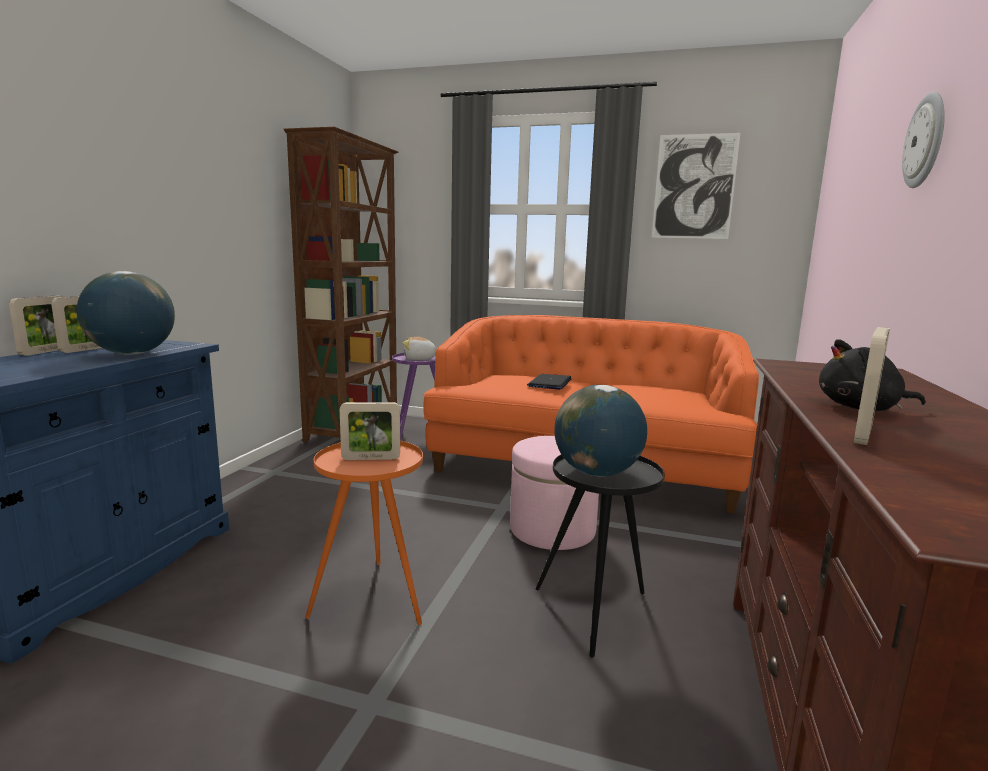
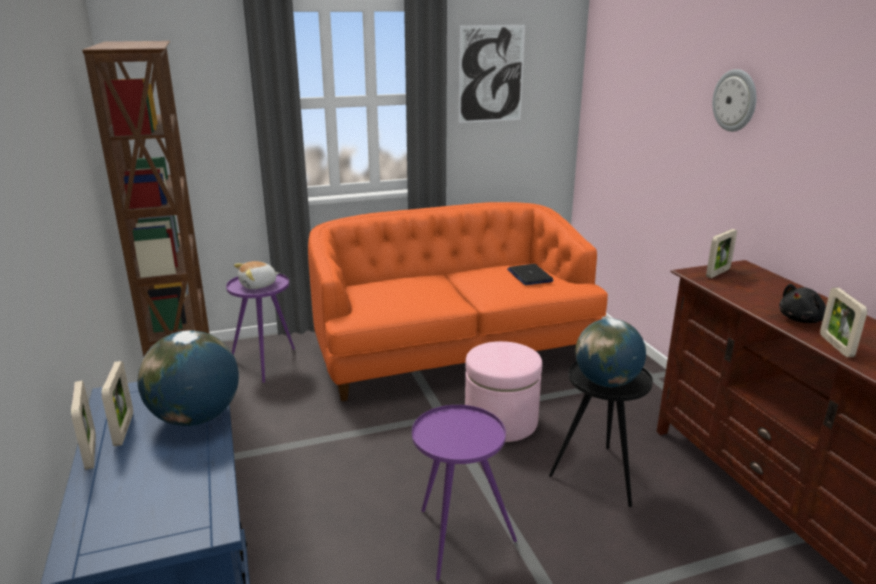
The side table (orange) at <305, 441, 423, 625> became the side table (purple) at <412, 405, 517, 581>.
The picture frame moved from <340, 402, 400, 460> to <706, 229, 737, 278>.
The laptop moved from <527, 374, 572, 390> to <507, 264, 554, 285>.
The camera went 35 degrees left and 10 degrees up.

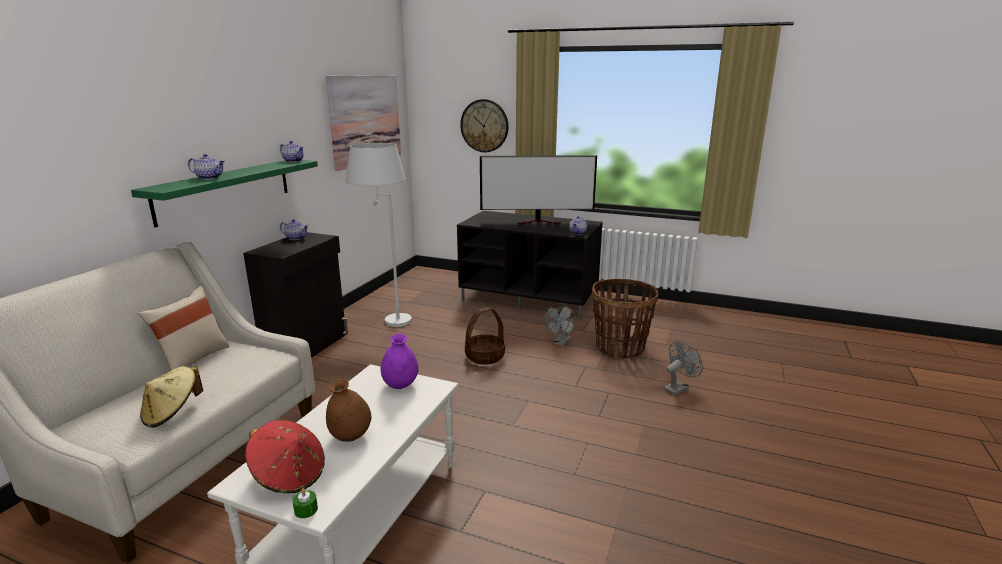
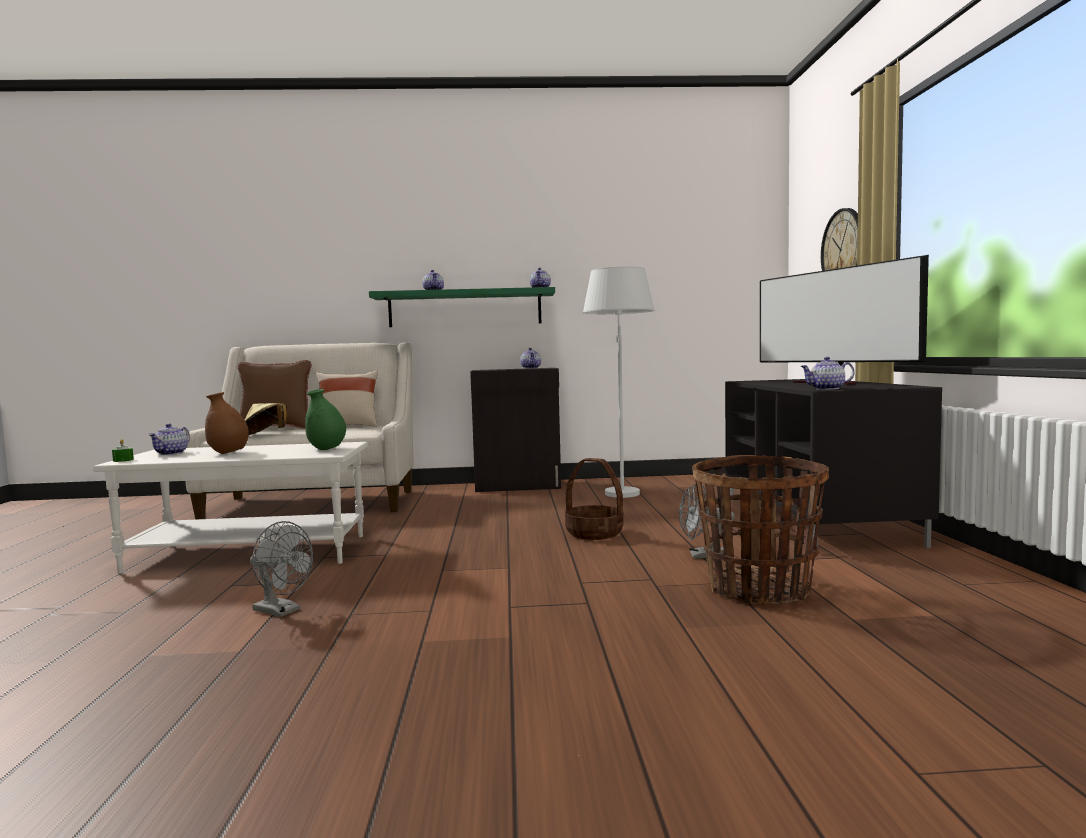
The hat (red) at <245, 420, 325, 493> was replaced by the teapot at <149, 424, 190, 455>.
The picture at <325, 75, 401, 171> disappeared.
The vase (purple) at <381, 334, 418, 389> became the vase (green) at <305, 389, 346, 450>.
The fan (grey) moved from <664, 341, 703, 395> to <250, 521, 313, 617>.
The pillow (brown) at <238, 360, 312, 429> appeared.
The camera went 65 degrees right and 15 degrees down.

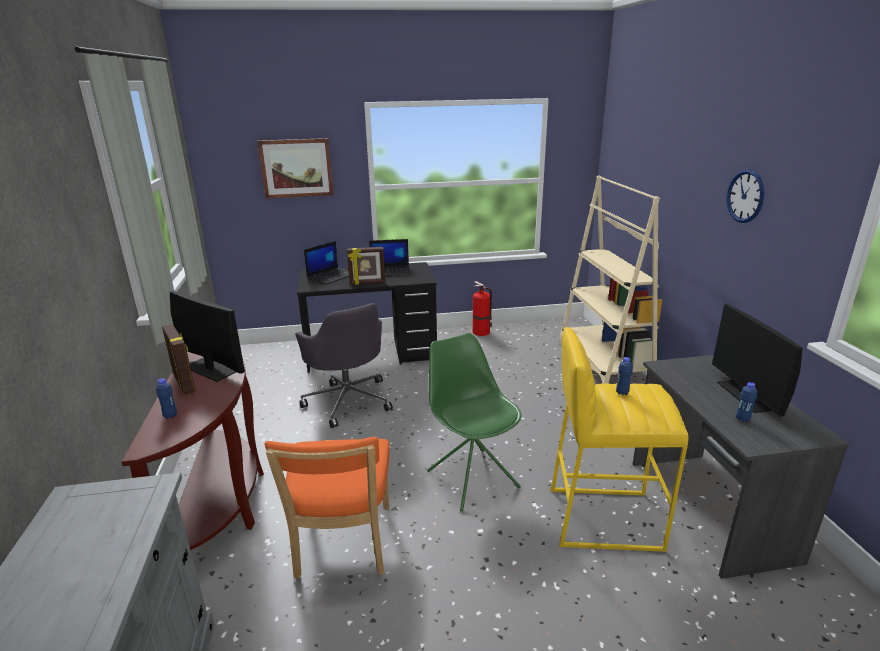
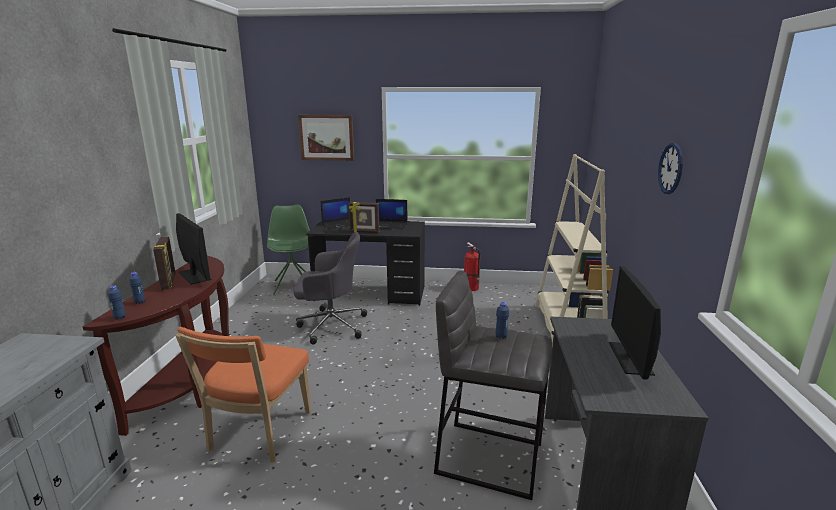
The office chair (grey) at <295, 303, 393, 428> turned 75 degrees counterclockwise.
The chair (green) moved from <427, 333, 521, 511> to <267, 204, 310, 295>.
The stool (yellow) at <551, 327, 689, 552> became the stool (grey) at <434, 271, 552, 500>.
The bottle (blue) moved from <736, 382, 757, 422> to <108, 285, 126, 320>.
The camera went 15 degrees right and 5 degrees down.

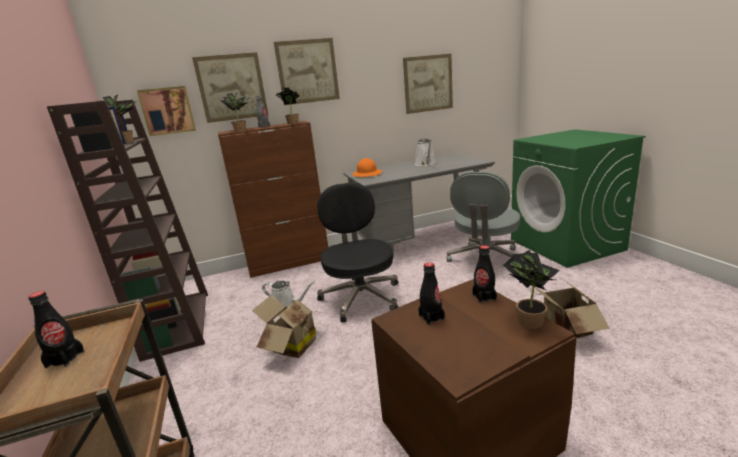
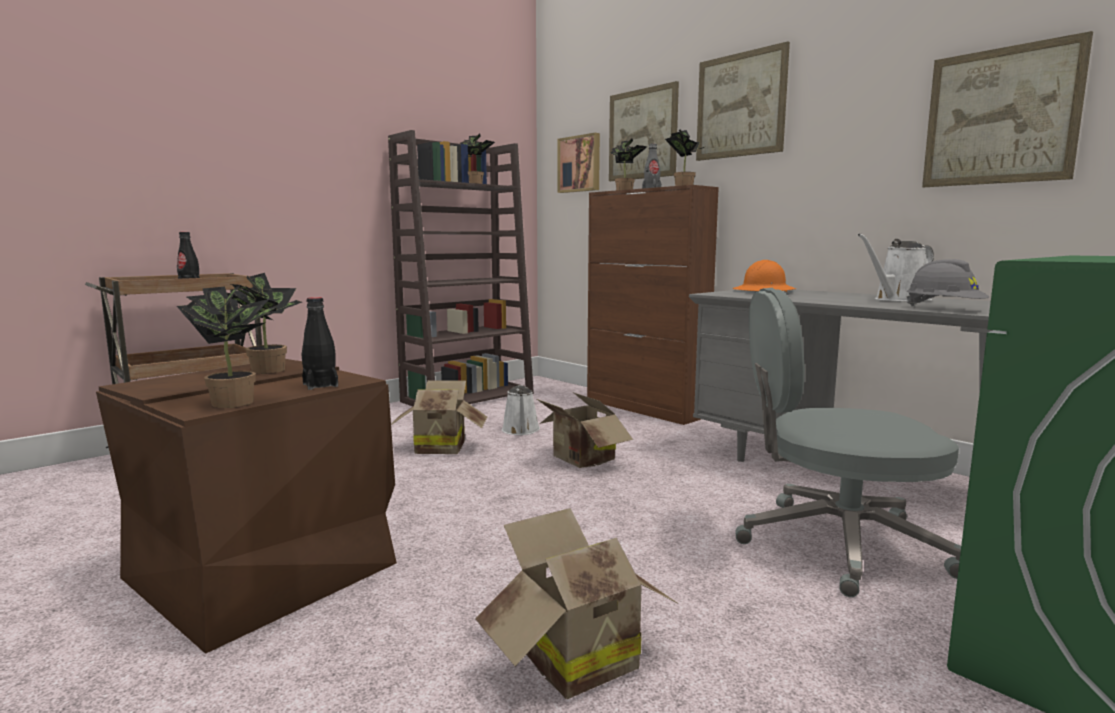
The office chair (black) at <317, 183, 398, 323> was replaced by the cardboard box at <537, 392, 633, 468>.
The bottle (black) at <418, 262, 445, 325> was replaced by the potted plant at <227, 273, 302, 374>.
The hard hat (grey) at <907, 259, 989, 306> appeared.
The camera went 65 degrees right and 10 degrees down.

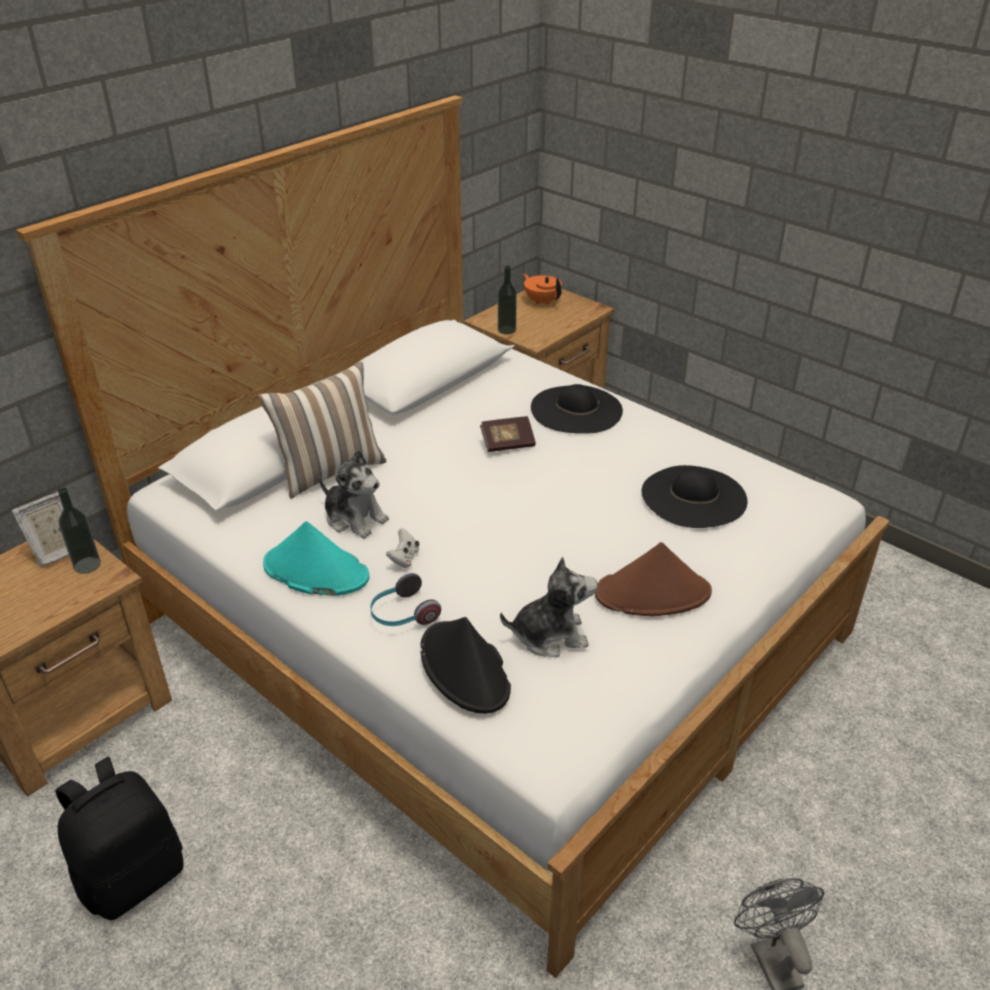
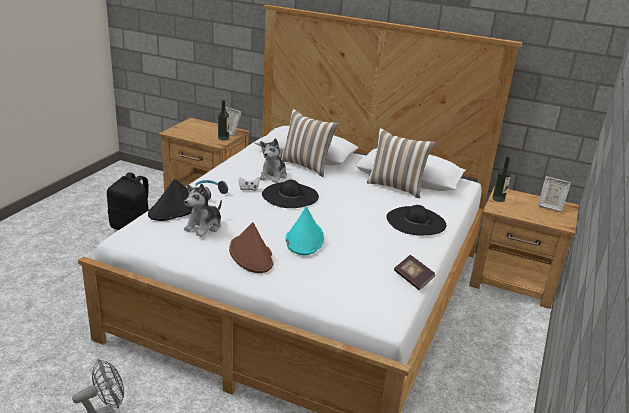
The hat (turquoise) moved from <263, 521, 369, 596> to <285, 207, 324, 255>.
The book moved from <480, 416, 536, 452> to <394, 255, 435, 290>.
The plush toy at <500, 557, 598, 658> turned 60 degrees clockwise.
The teapot (orange) at <523, 274, 562, 305> was replaced by the picture frame at <538, 176, 571, 212>.
The hat (black) moved from <641, 465, 747, 528> to <262, 180, 319, 208>.
The pillow at <367, 128, 436, 198> appeared.
The camera went 70 degrees right and 10 degrees down.

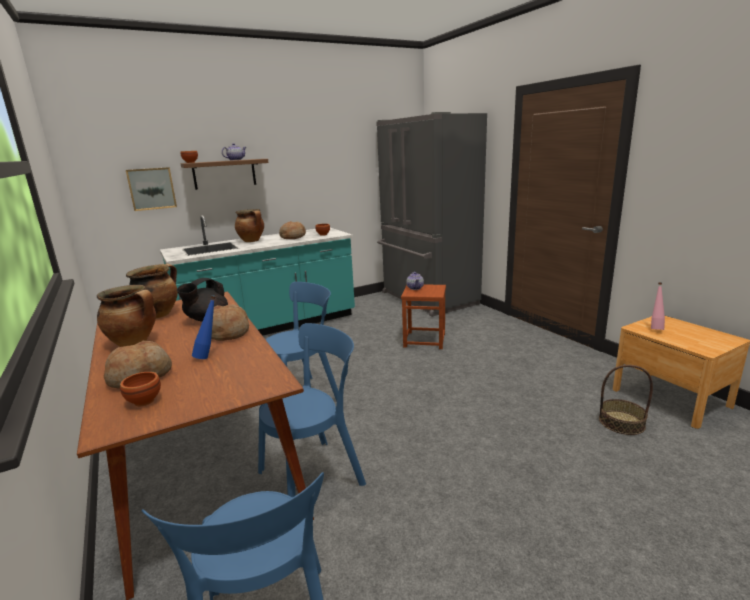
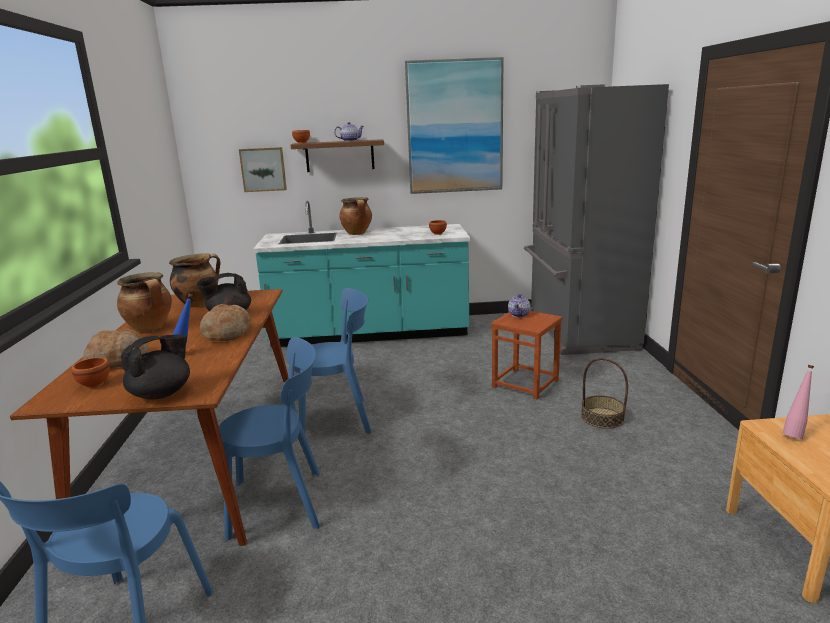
The bread at <279, 221, 306, 239> disappeared.
The basket moved from <599, 365, 653, 435> to <581, 358, 628, 429>.
The teapot (black) at <121, 334, 190, 400> appeared.
The picture at <405, 57, 504, 194> appeared.
The camera went 25 degrees right and 0 degrees up.

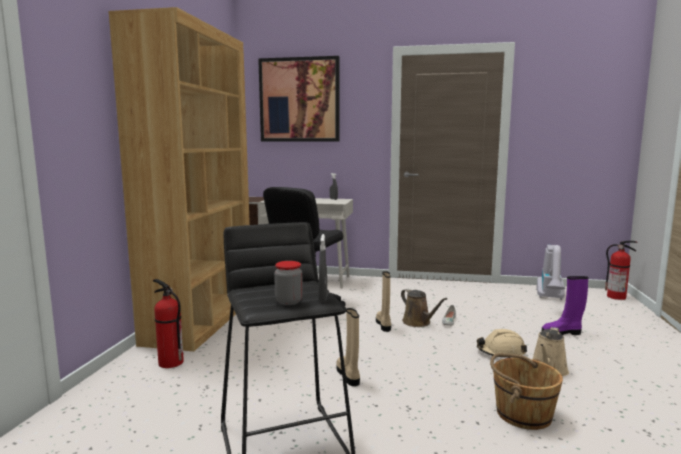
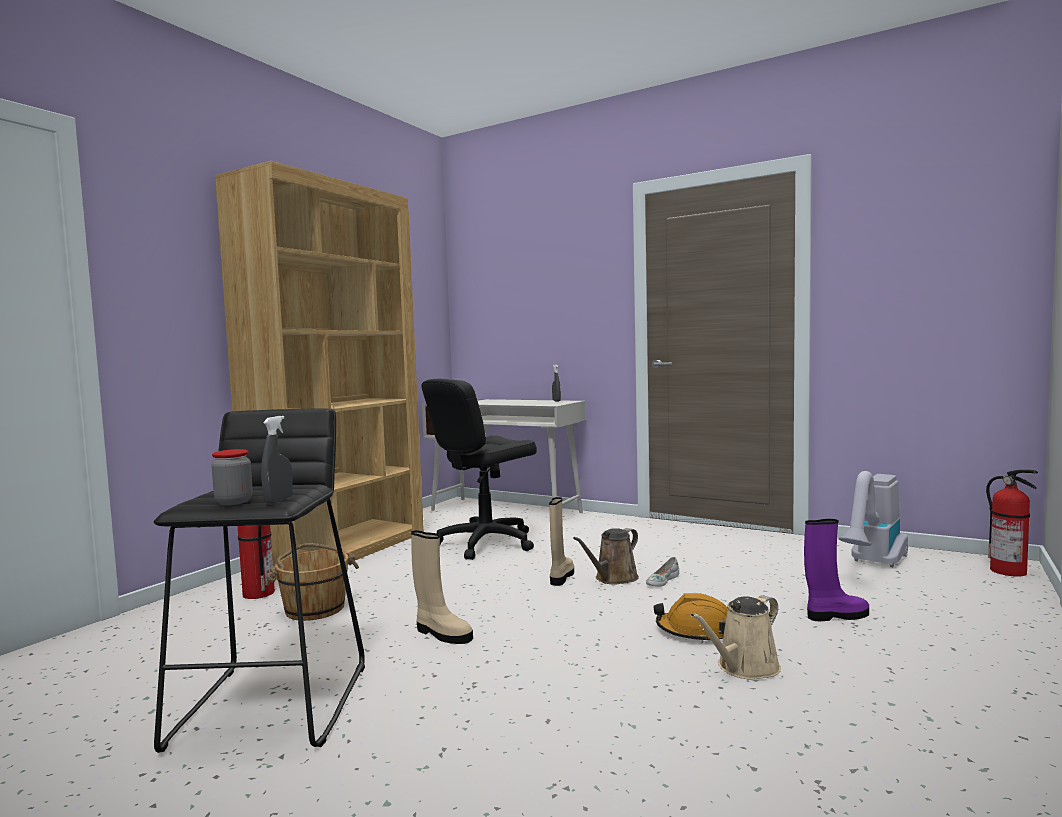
The picture at <258, 56, 339, 141> disappeared.
The boot (beige) at <336, 308, 360, 386> turned 120 degrees clockwise.
The watering can (brown) at <401, 289, 448, 327> turned 60 degrees clockwise.
The hard hat (beige) at <477, 329, 527, 358> became the hard hat (orange) at <653, 593, 728, 643>.
The bucket (brown) moved from <490, 353, 563, 430> to <265, 543, 359, 621>.
The boot (purple) at <542, 276, 588, 335> turned 150 degrees clockwise.
The camera went 20 degrees right and 5 degrees down.

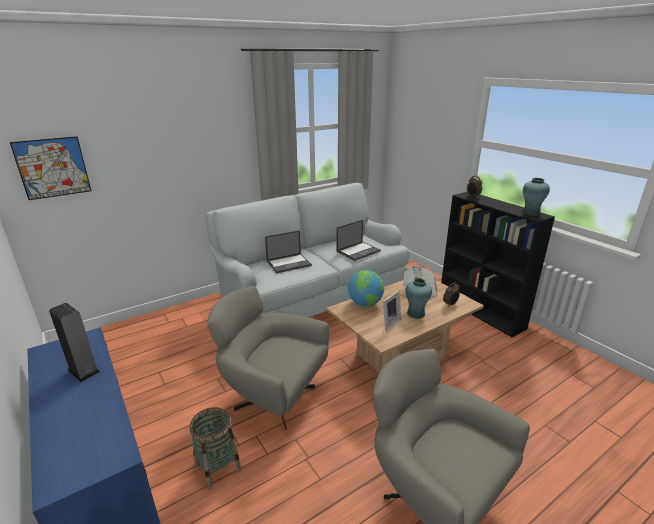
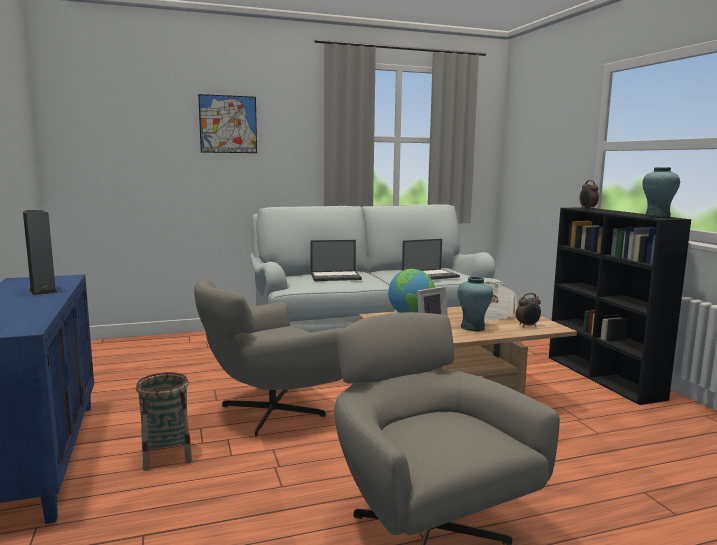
The picture moved from <10, 136, 91, 200> to <198, 94, 257, 153>.
The armchair (grey) at <208, 286, 329, 430> turned 75 degrees counterclockwise.
The camera went 15 degrees right and 15 degrees down.

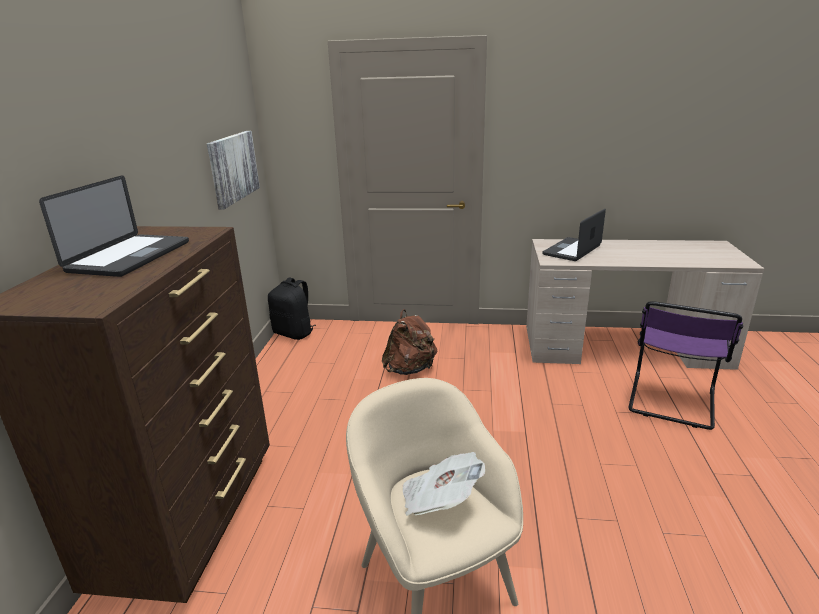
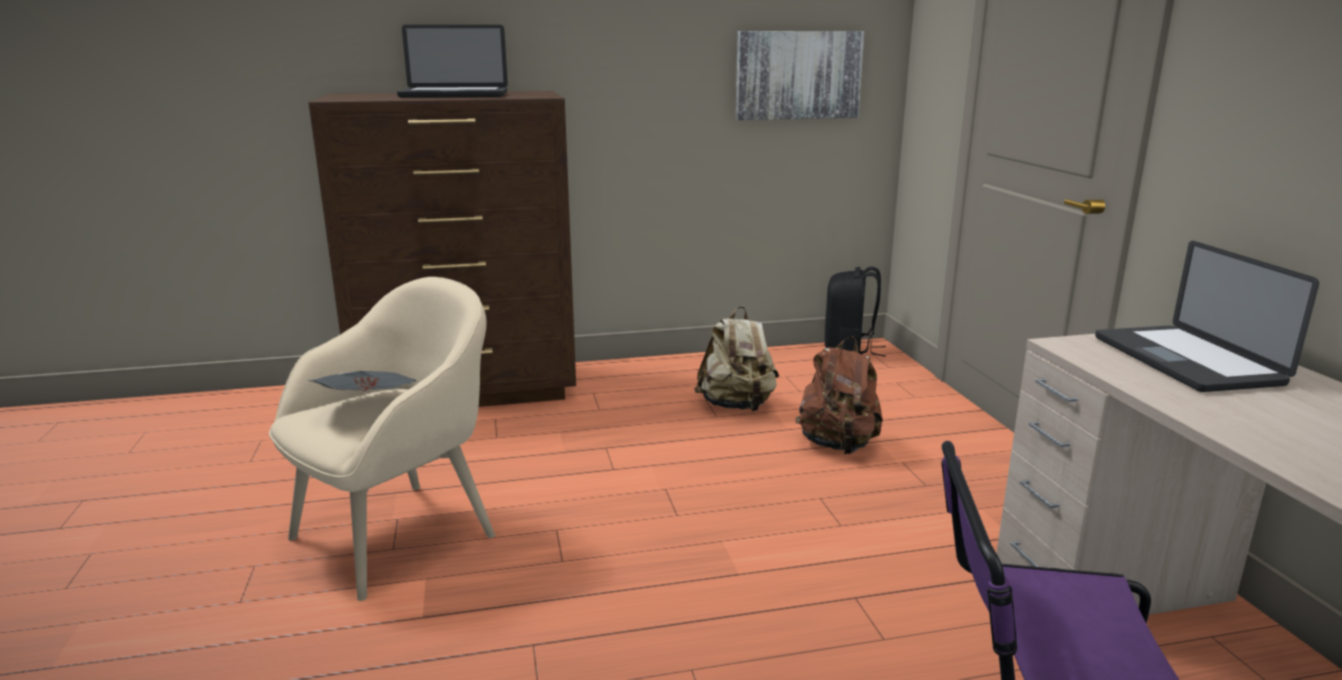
The laptop at <543, 209, 606, 261> turned 120 degrees counterclockwise.
The backpack (beige) at <694, 306, 779, 411> appeared.
The camera went 70 degrees right and 5 degrees down.

